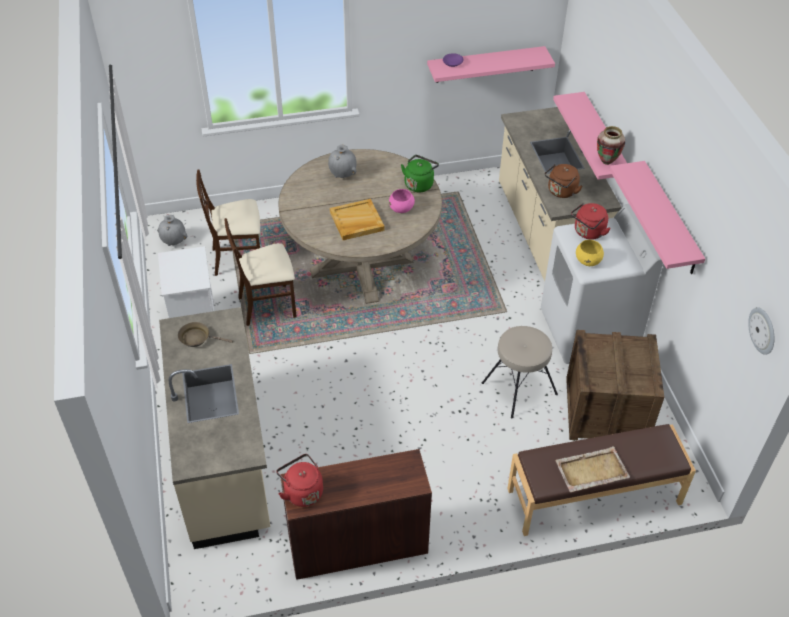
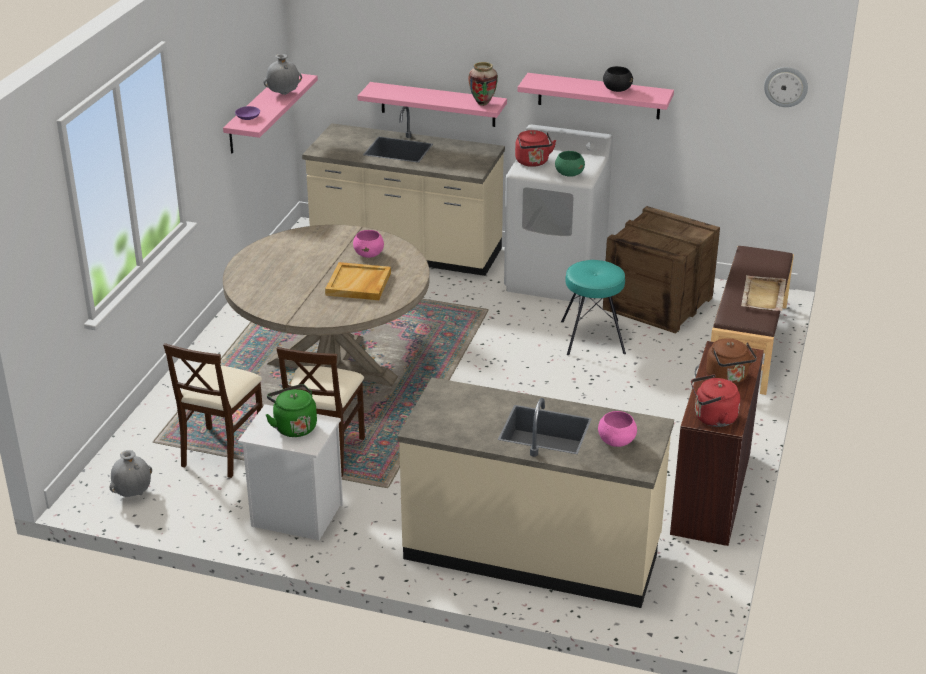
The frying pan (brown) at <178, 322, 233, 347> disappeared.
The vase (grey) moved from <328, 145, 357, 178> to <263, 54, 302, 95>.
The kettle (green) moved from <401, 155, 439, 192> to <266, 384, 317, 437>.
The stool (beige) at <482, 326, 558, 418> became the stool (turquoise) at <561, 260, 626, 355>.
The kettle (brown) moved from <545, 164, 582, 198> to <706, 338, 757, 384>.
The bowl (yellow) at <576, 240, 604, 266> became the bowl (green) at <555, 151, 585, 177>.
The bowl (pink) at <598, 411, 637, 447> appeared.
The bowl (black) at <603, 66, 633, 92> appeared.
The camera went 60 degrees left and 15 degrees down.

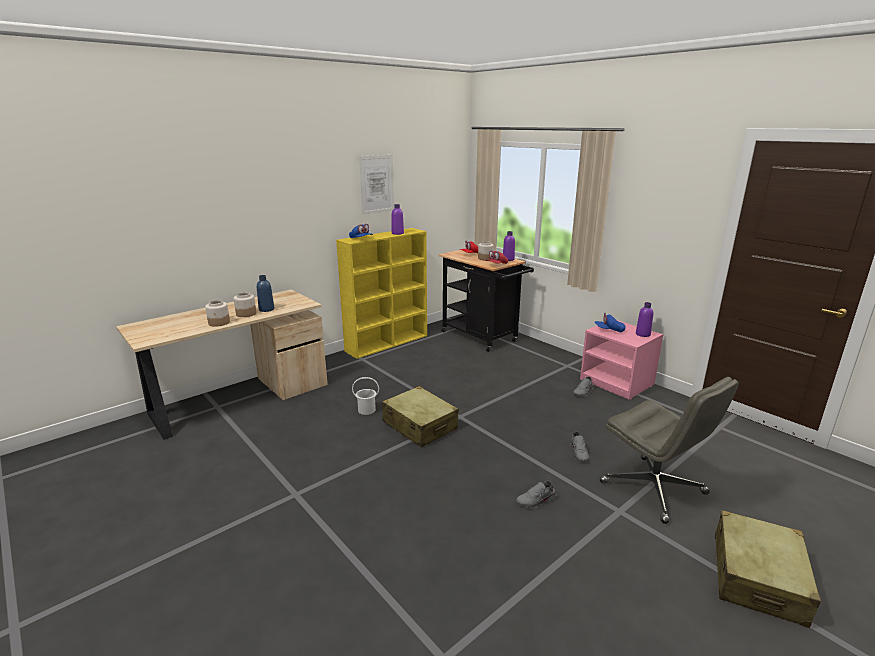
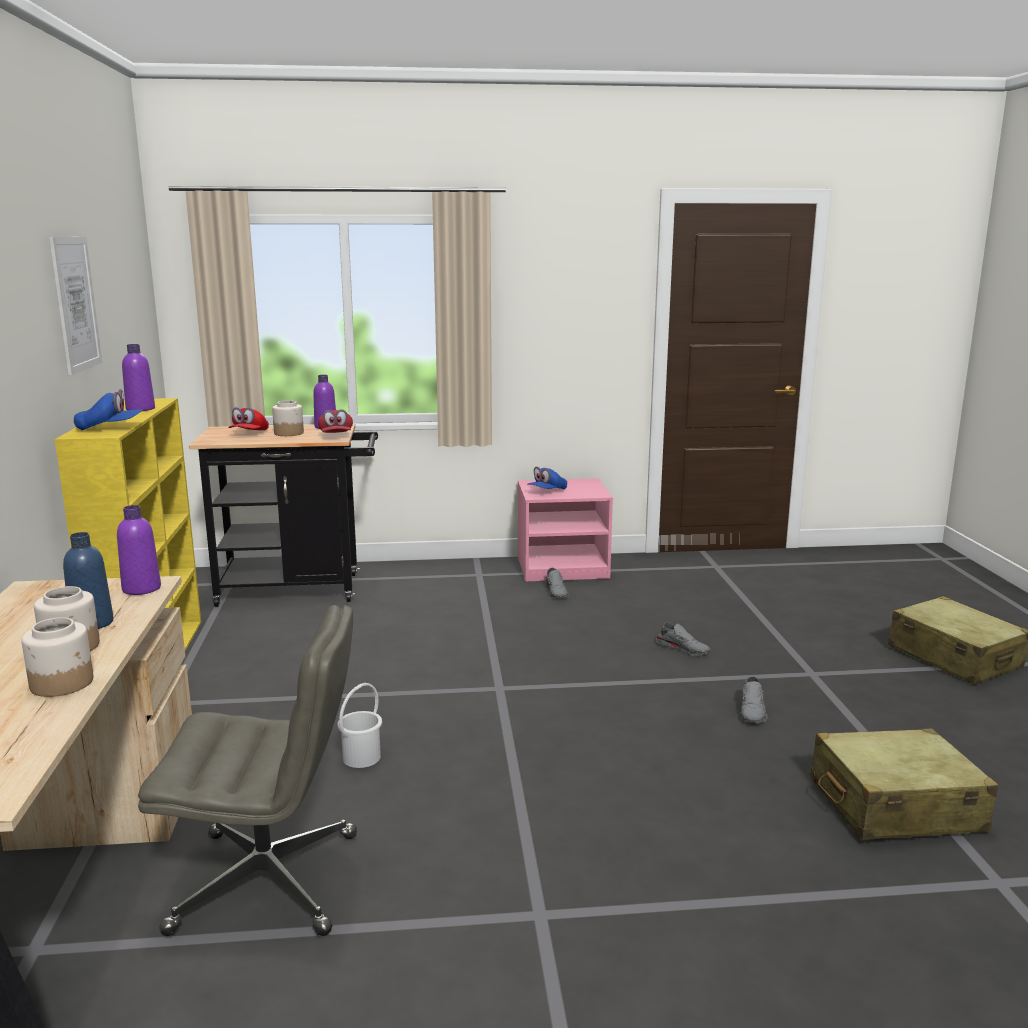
The suitcase (beige) moved from <382, 386, 459, 447> to <810, 728, 998, 841>.
The office chair (grey) moved from <600, 377, 739, 524> to <138, 605, 357, 936>.
The bottle (purple) moved from <636, 302, 653, 337> to <117, 505, 161, 595>.
The camera went 55 degrees left and 5 degrees down.

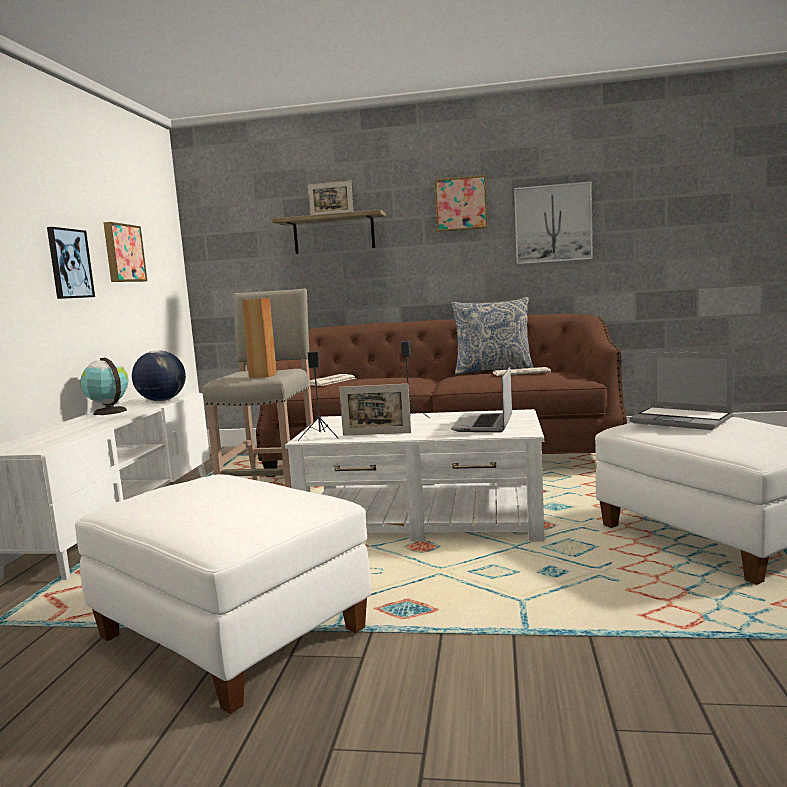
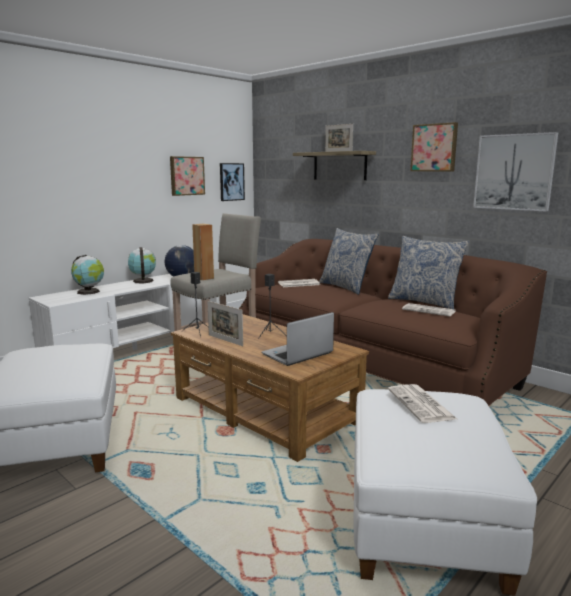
The picture moved from <47, 227, 95, 299> to <220, 163, 245, 201>.
The coffee table (white) at <285, 409, 544, 542> became the coffee table (brown) at <171, 314, 369, 462>.
The laptop at <629, 352, 734, 430> was replaced by the newspaper at <388, 384, 457, 423>.
The globe at <71, 255, 104, 295> appeared.
The pillow at <319, 228, 378, 295> appeared.
The camera went 35 degrees right and 5 degrees up.

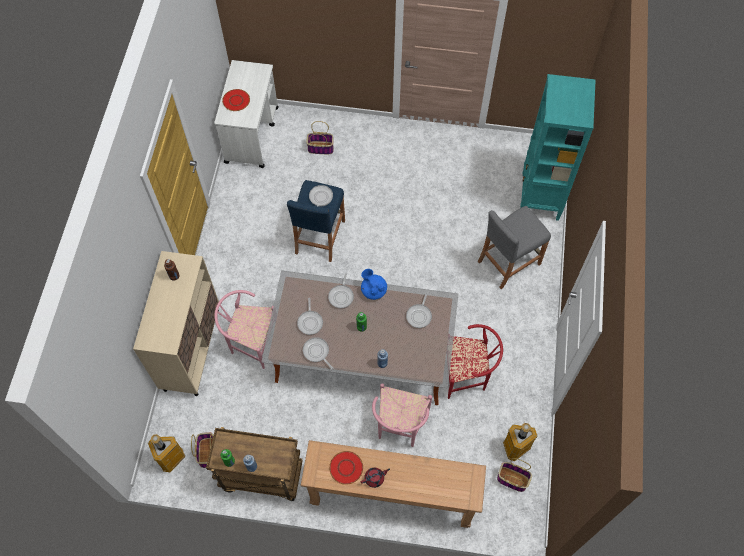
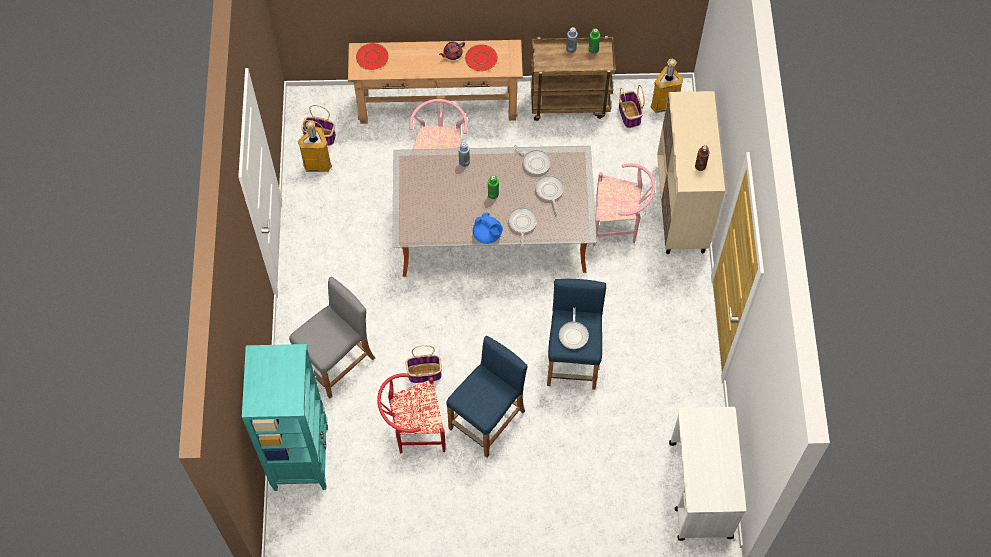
The plate (red) moved from <222, 89, 250, 111> to <356, 43, 389, 70>.
The basket moved from <306, 121, 334, 154> to <405, 345, 442, 383>.
The frying pan at <406, 292, 432, 328> disappeared.
The chair (red) moved from <448, 324, 503, 399> to <377, 373, 445, 453>.
The stool (blue) at <446, 336, 528, 458> appeared.
The camera went 170 degrees right and 0 degrees up.

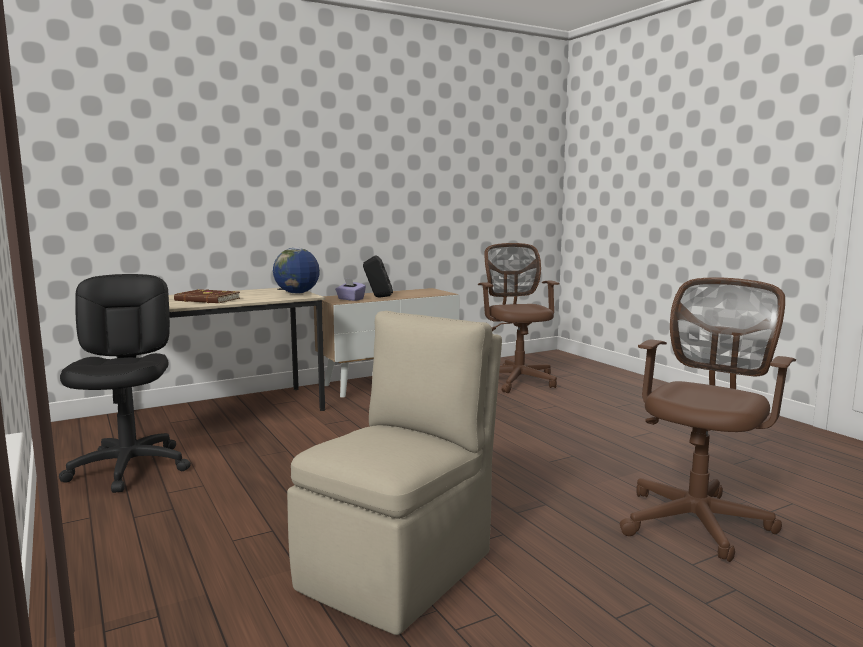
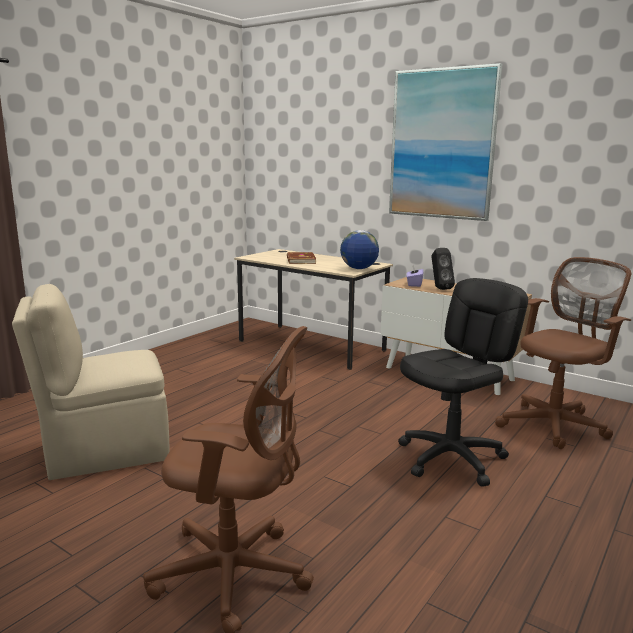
The office chair (black) moved from <59, 274, 191, 493> to <398, 278, 528, 487>.
The chair (beige) at <287, 311, 502, 635> turned 150 degrees clockwise.
The picture at <389, 63, 502, 221> appeared.
The camera went 65 degrees right and 5 degrees up.

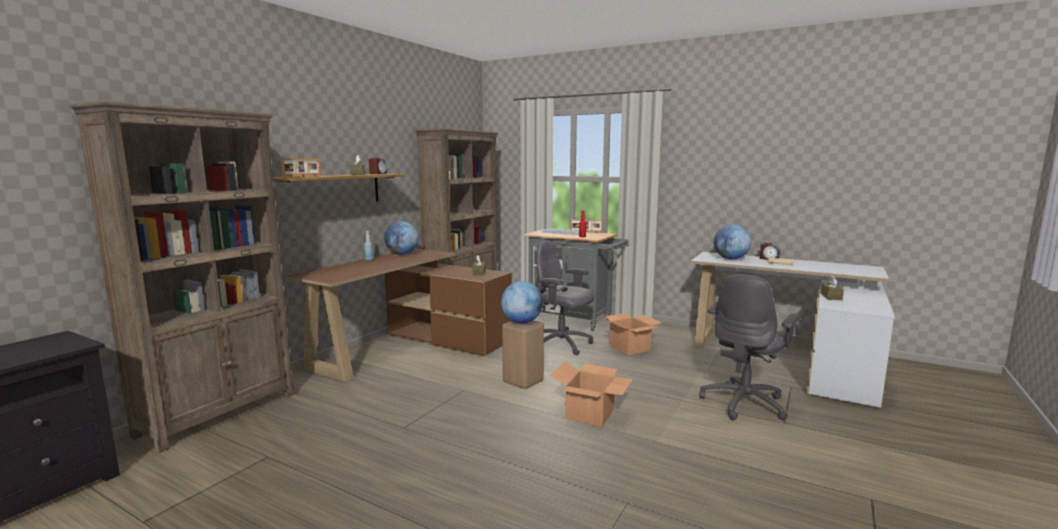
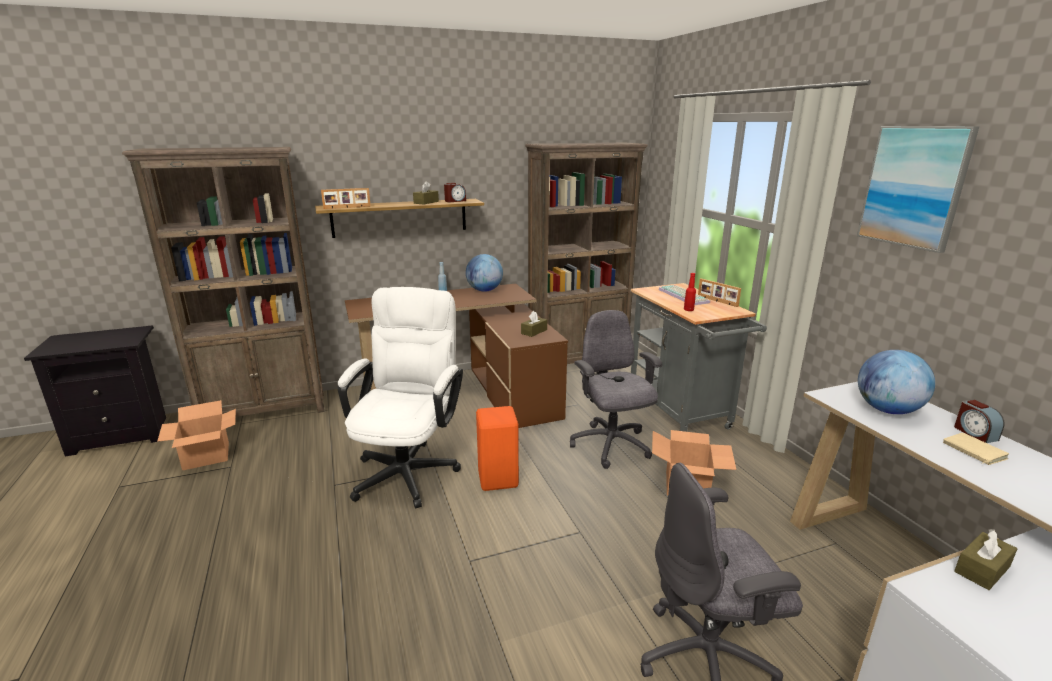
The globe at <501, 281, 543, 323> disappeared.
The stool (beige) at <502, 320, 544, 389> became the stool (orange) at <476, 406, 519, 491>.
The cardboard box moved from <551, 361, 633, 427> to <157, 400, 236, 470>.
The office chair (white) at <338, 287, 463, 509> appeared.
The picture at <857, 126, 980, 253> appeared.
The camera went 40 degrees right and 10 degrees up.

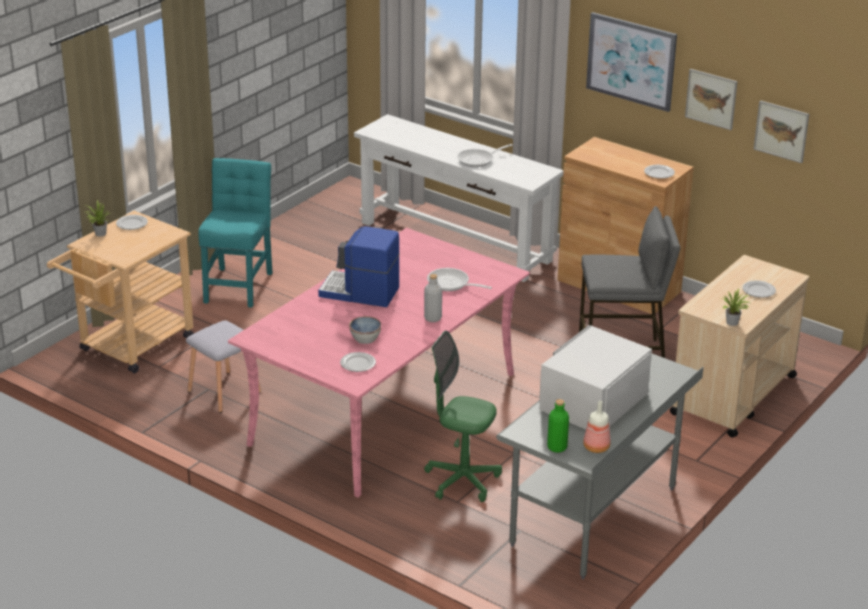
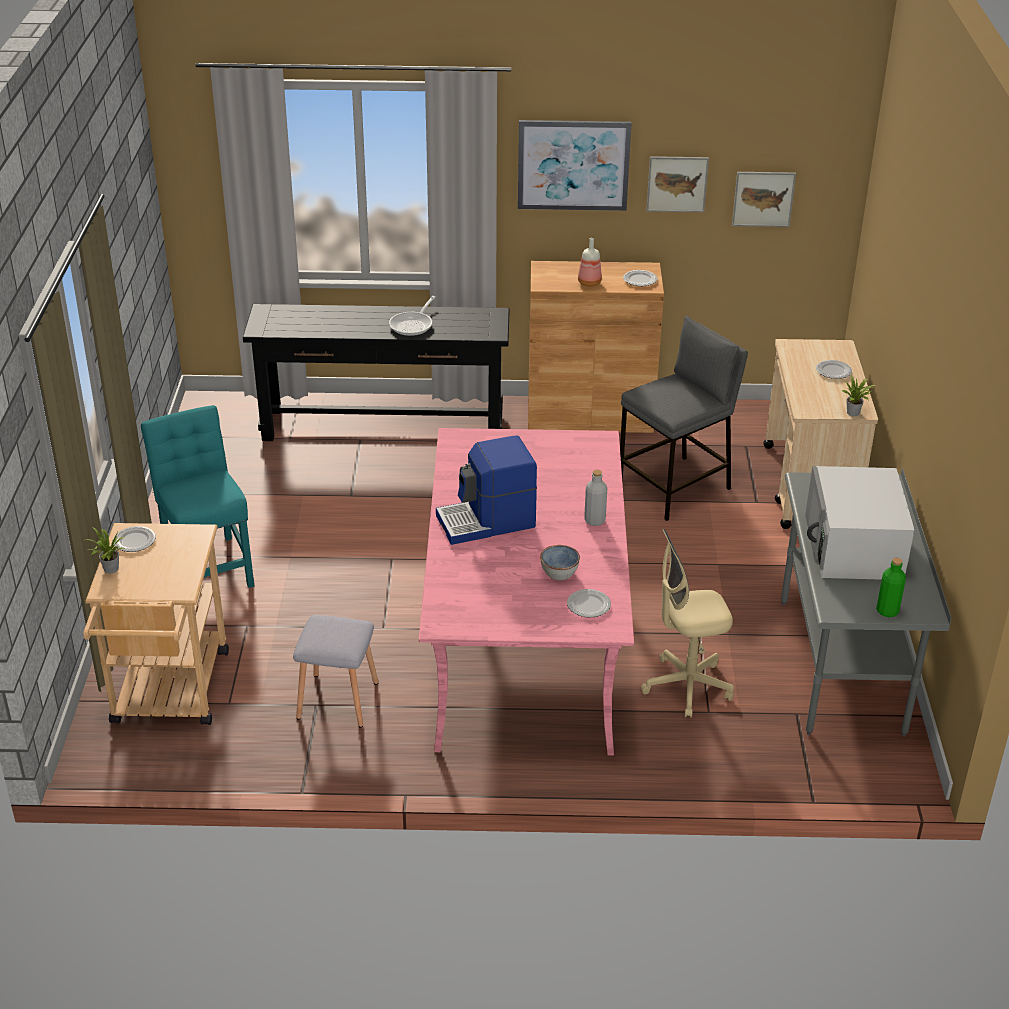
The console table (white) at <354, 114, 564, 282> became the console table (black) at <243, 304, 510, 441>.
The office chair (green) at <424, 330, 502, 502> became the office chair (beige) at <641, 529, 734, 718>.
The frying pan at <427, 268, 492, 291> disappeared.
The bottle moved from <583, 401, 610, 453> to <578, 238, 602, 287>.
The camera went 35 degrees left and 5 degrees up.

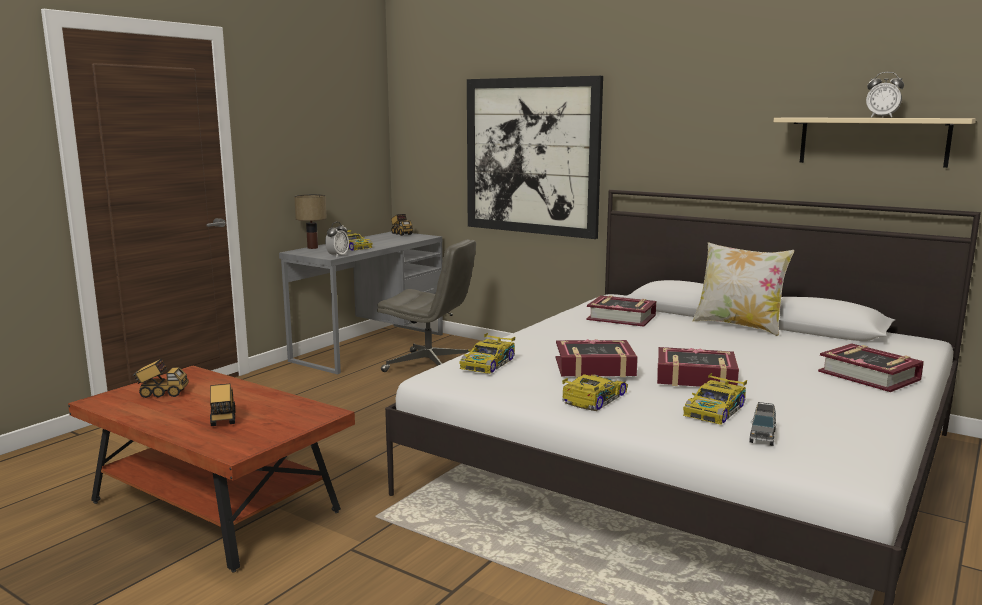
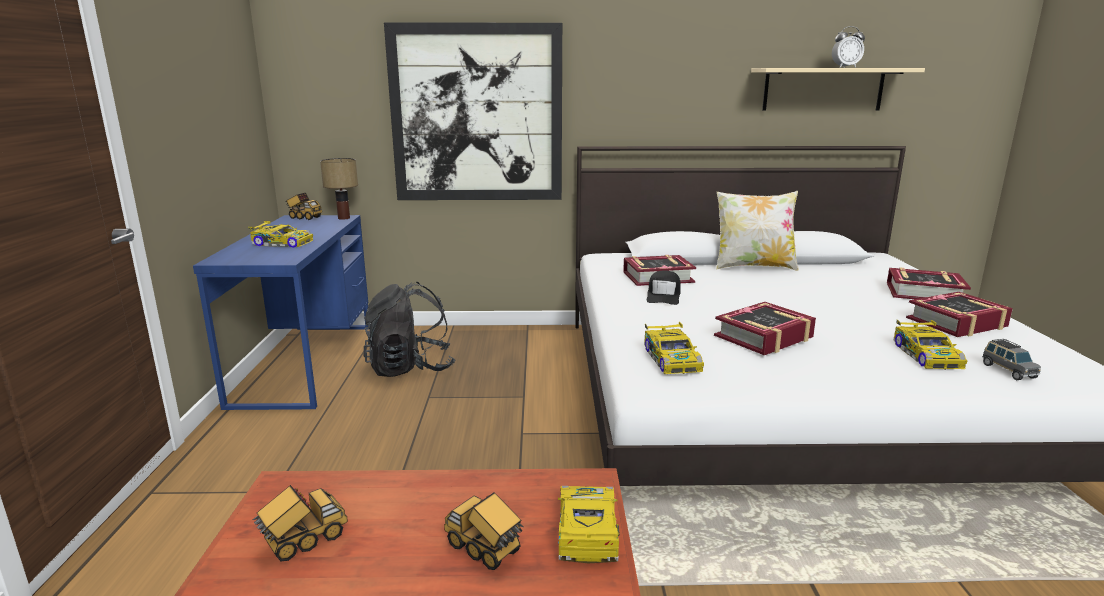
The desk (grey) at <279, 232, 443, 374> became the desk (blue) at <193, 215, 370, 410>.
The table lamp moved from <294, 194, 327, 249> to <320, 158, 358, 220>.
The alarm clock at <325, 222, 349, 258> disappeared.
The office chair (grey) at <377, 239, 476, 372> was replaced by the backpack (black) at <364, 282, 455, 377>.
The toy car moved from <562, 374, 628, 411> to <558, 486, 620, 563>.
The book moved from <657, 347, 739, 387> to <906, 292, 1013, 337>.
The cap (black) at <647, 270, 681, 305> appeared.
The camera went 35 degrees left and 5 degrees up.

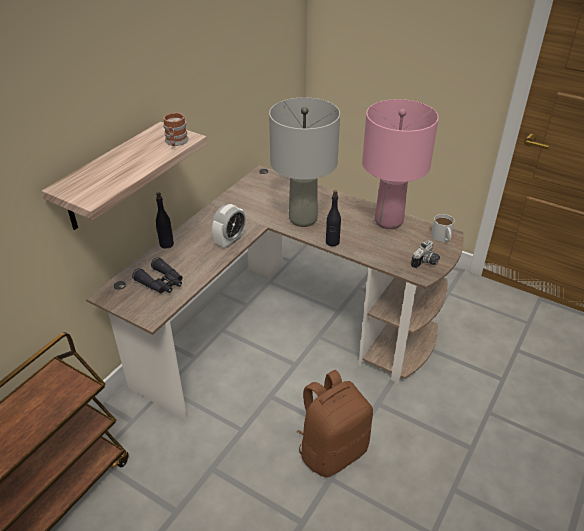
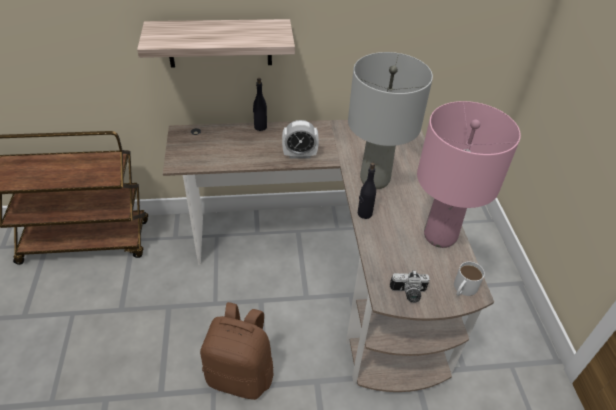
The binoculars (black) at <132, 257, 183, 294> disappeared.
The mug at <163, 112, 189, 146> disappeared.
The camera went 50 degrees right and 5 degrees up.

